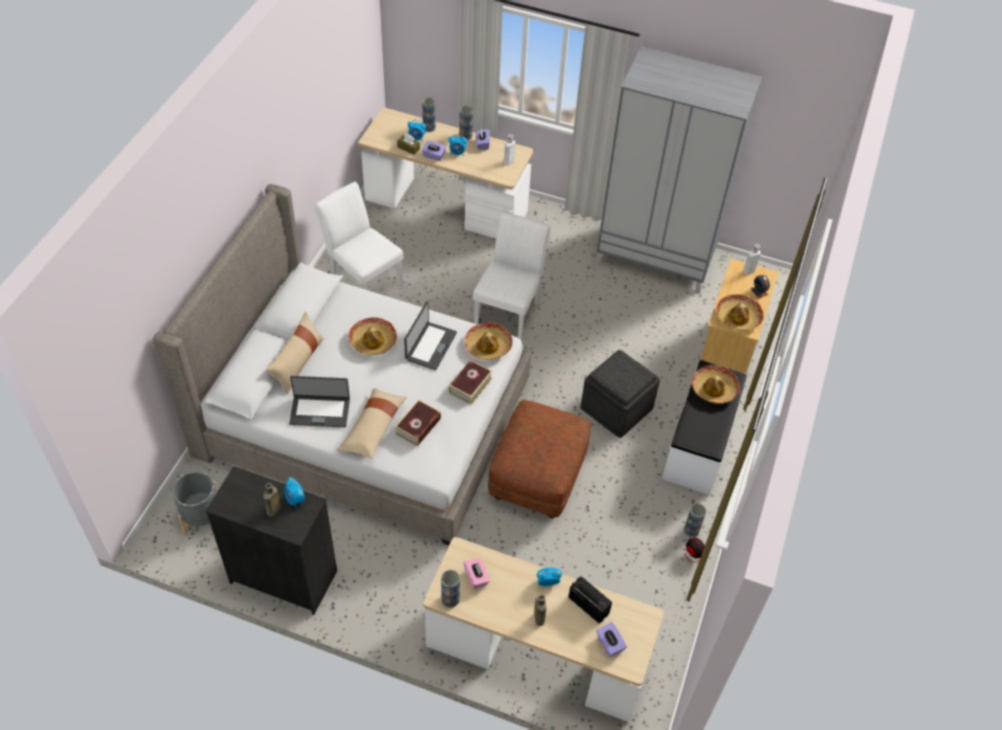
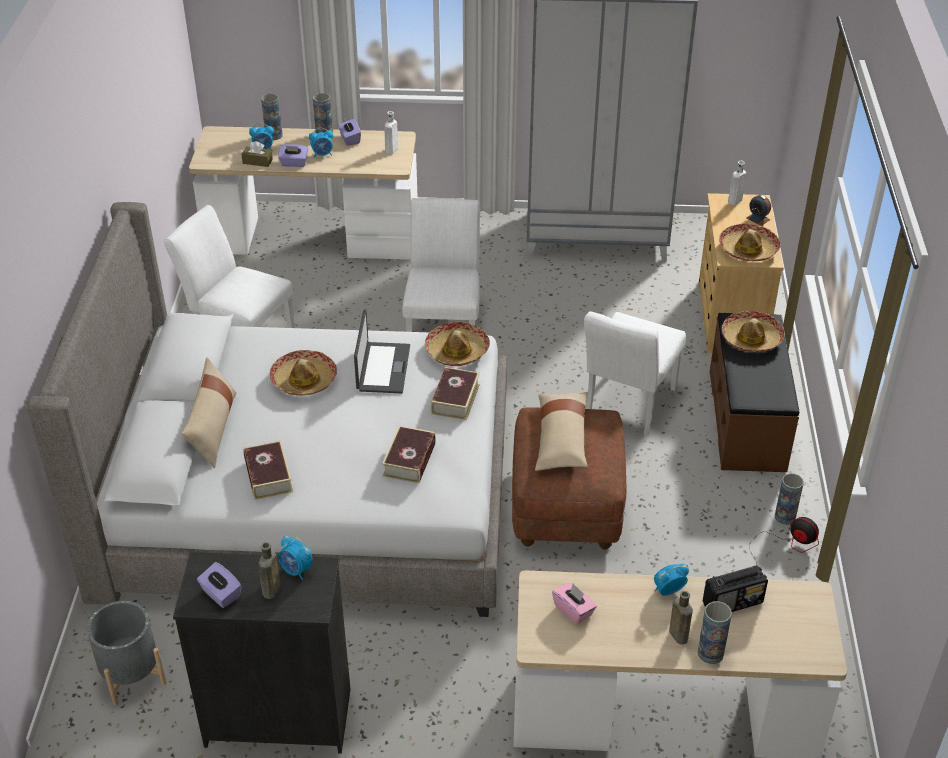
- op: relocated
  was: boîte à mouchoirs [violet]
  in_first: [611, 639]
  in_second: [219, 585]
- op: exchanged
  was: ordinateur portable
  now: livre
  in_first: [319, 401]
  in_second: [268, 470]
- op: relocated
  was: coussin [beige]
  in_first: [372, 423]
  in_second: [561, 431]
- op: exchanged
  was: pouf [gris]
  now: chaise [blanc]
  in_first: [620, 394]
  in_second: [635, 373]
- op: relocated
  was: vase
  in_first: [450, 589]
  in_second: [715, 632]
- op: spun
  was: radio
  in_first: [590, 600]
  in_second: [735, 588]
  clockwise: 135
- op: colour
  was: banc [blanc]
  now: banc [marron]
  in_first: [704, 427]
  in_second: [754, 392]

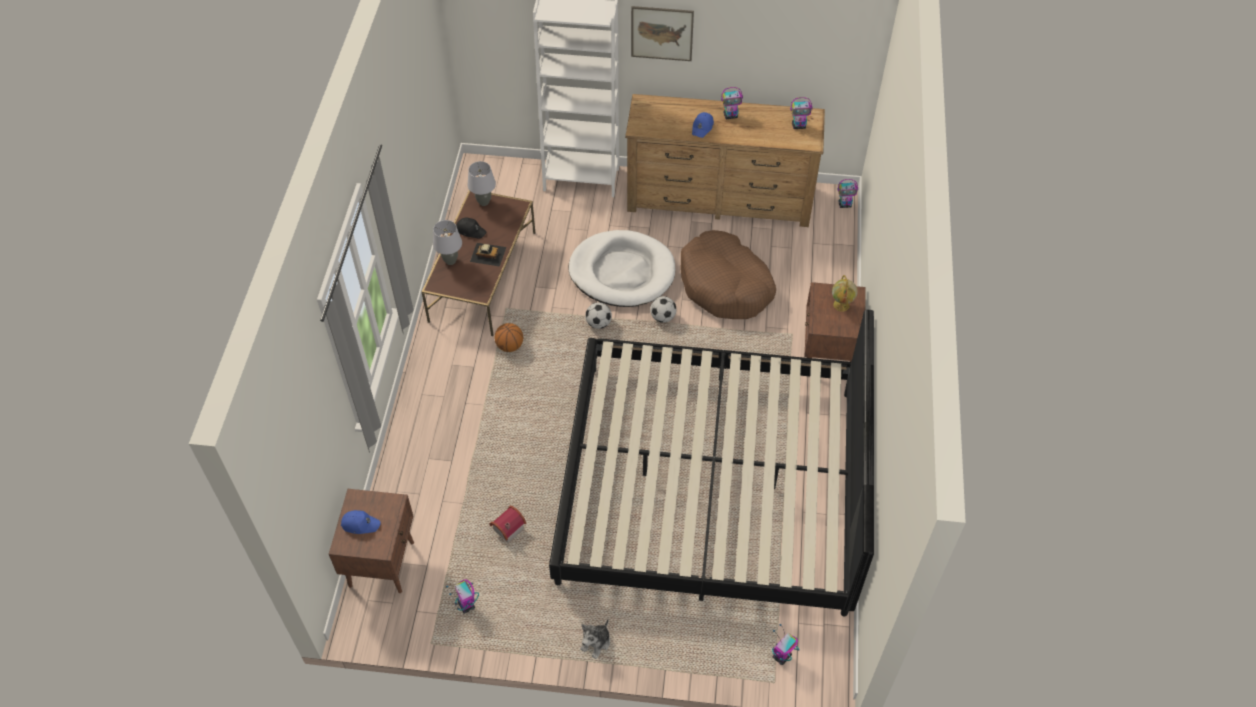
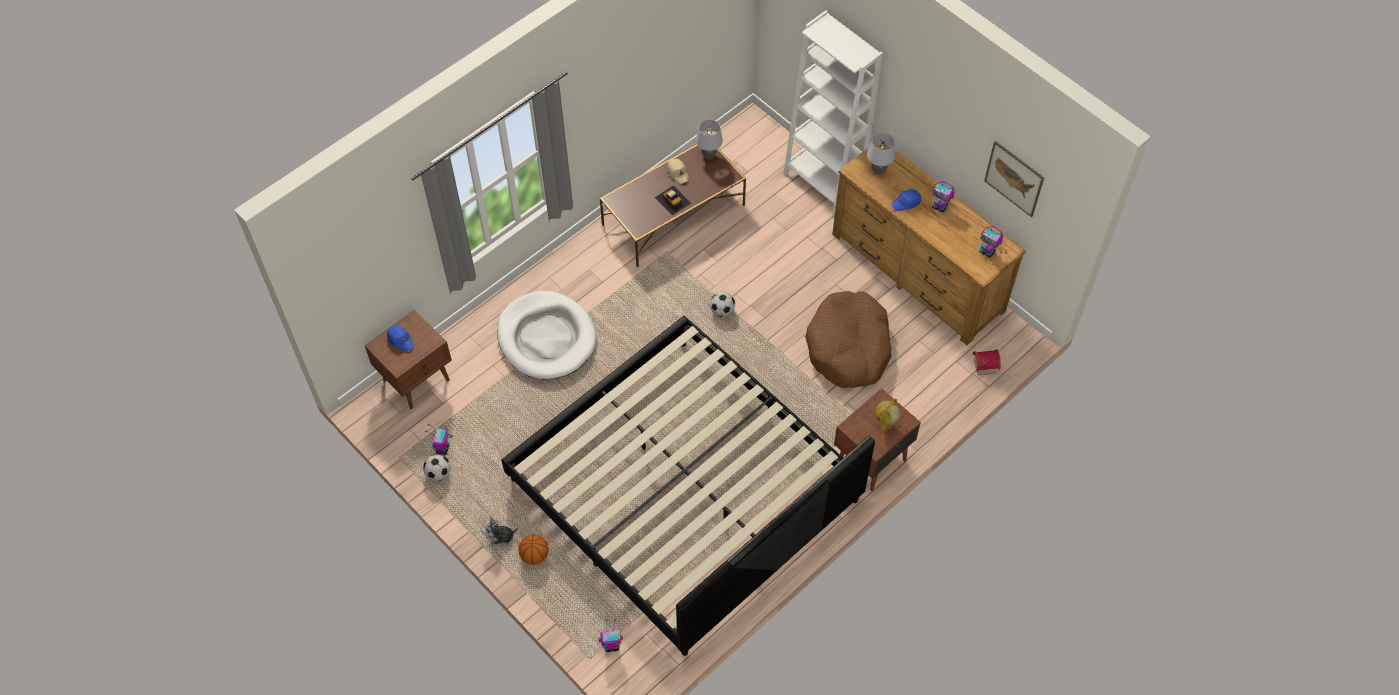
- op: relocated
  was: ballon de foot
  in_first: [663, 309]
  in_second: [436, 468]
- op: relocated
  was: panier pour chien [blanc]
  in_first: [622, 268]
  in_second: [546, 335]
- op: relocated
  was: ballon de basket
  in_first: [508, 337]
  in_second: [533, 550]
- op: colour
  was: casquette [noir]
  now: casquette [beige]
  in_first: [471, 228]
  in_second: [678, 171]
- op: relocated
  was: lampe de table [gris]
  in_first: [447, 242]
  in_second: [881, 154]
- op: relocated
  was: maison miniature
  in_first: [507, 524]
  in_second: [987, 362]
- op: relocated
  was: tableau
  in_first: [662, 33]
  in_second: [1014, 179]
- op: missing
  was: robot jouet
  in_first: [848, 193]

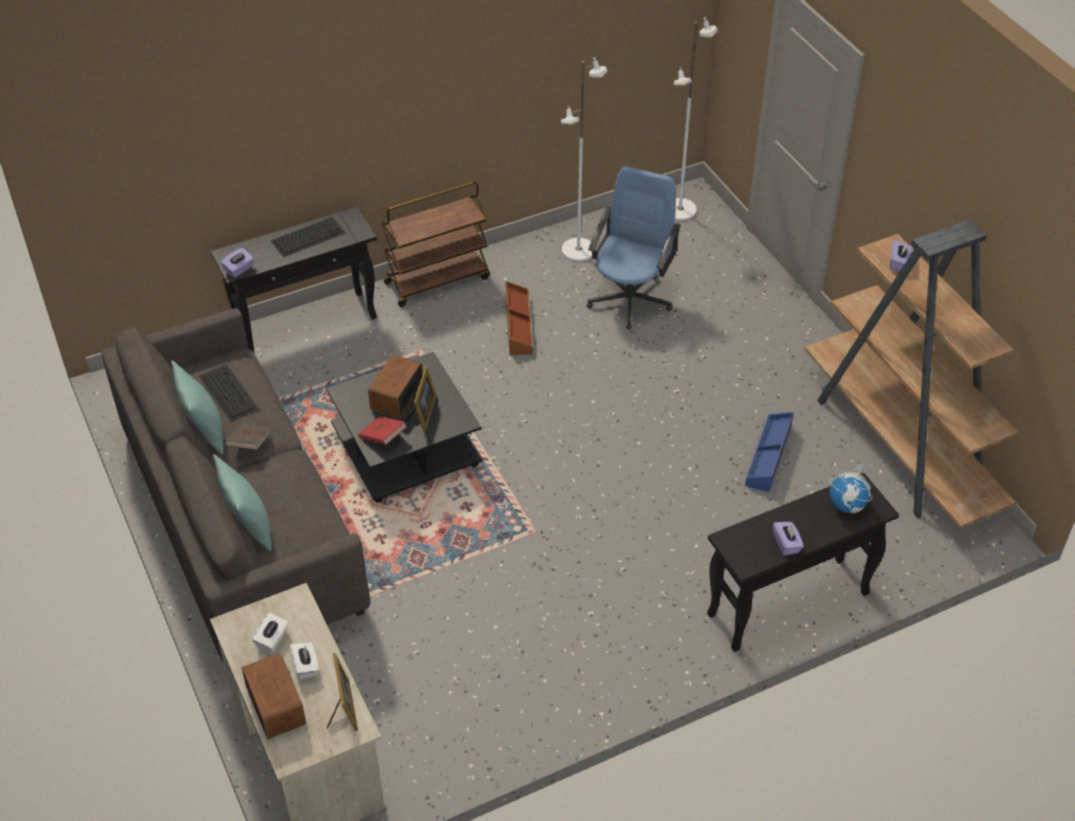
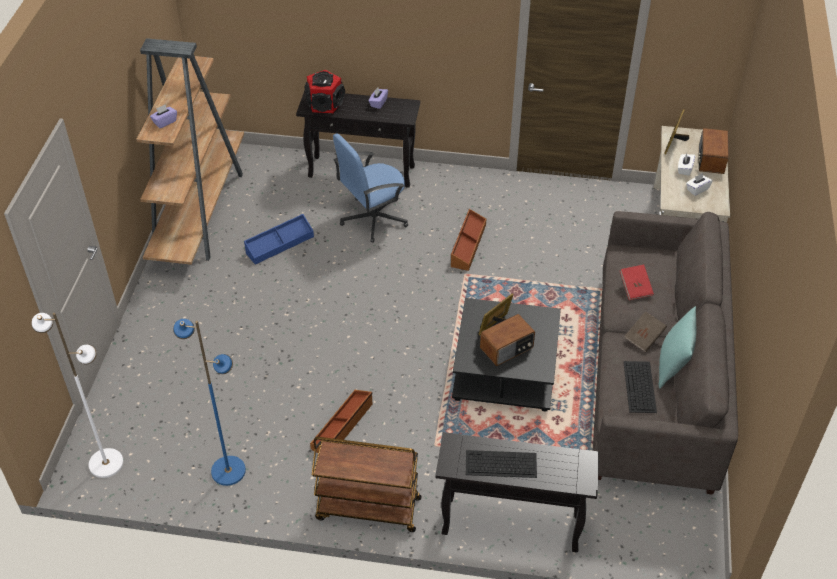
- op: colour
  was: lampadaire [blanc]
  now: lampadaire [bleu]
  in_first: [584, 159]
  in_second: [209, 402]
- op: exchanged
  was: globe
  now: enceinte
  in_first: [851, 488]
  in_second: [324, 91]
- op: relocated
  was: chaise de bureau [bleu]
  in_first: [634, 248]
  in_second: [370, 188]
- op: appeared
  now: boîte de rangement [marron]
  in_second: [468, 240]
- op: relocated
  was: livre [rouge]
  in_first: [382, 430]
  in_second: [637, 282]
- op: missing
  was: coussin [turquoise]
  in_first: [242, 502]
- op: missing
  was: boîte à mouchoirs [violet]
  in_first: [237, 263]

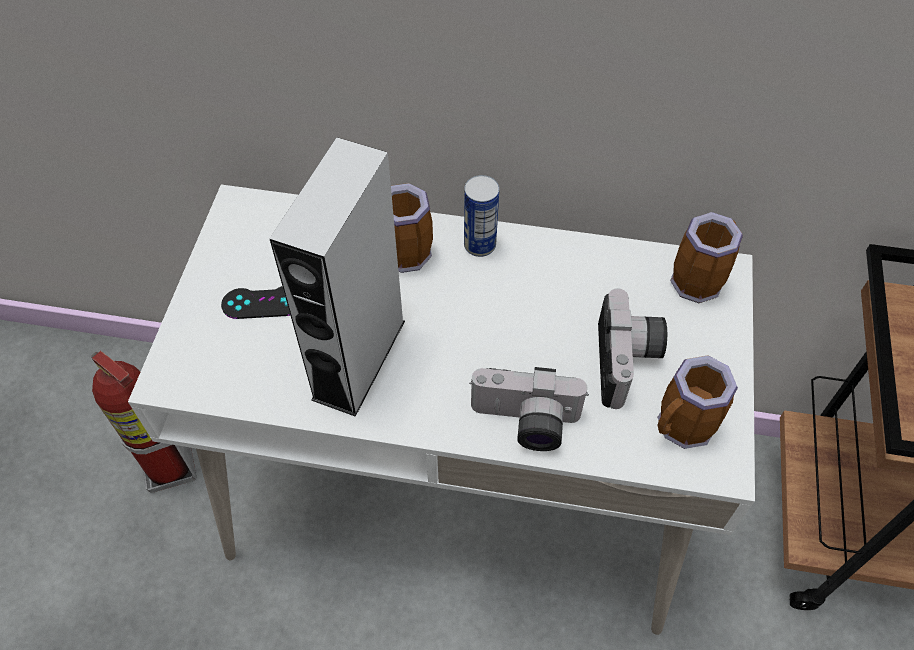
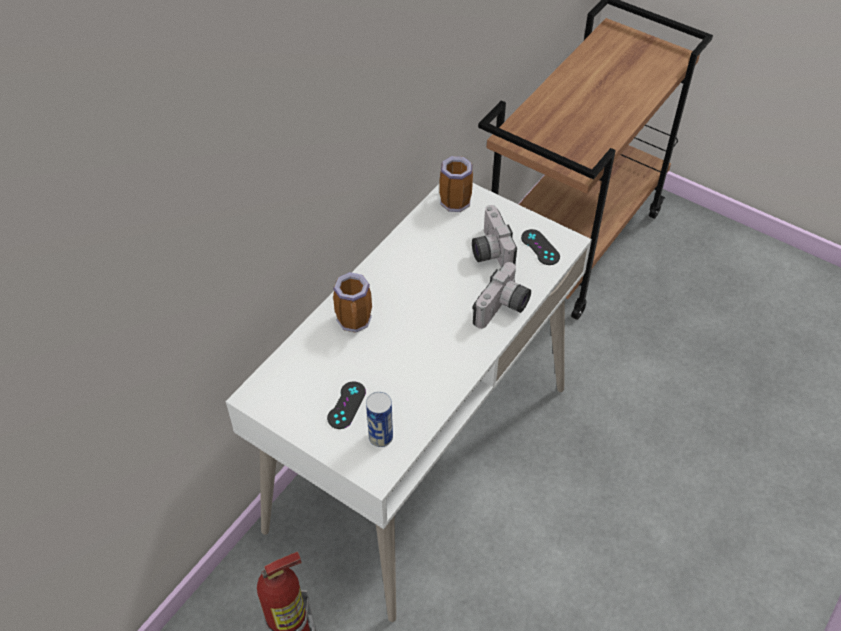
- op: relocated
  was: boîte métallique
  in_first: [481, 216]
  in_second: [379, 419]
- op: spun
  was: appareil photo
  in_first: [632, 348]
  in_second: [494, 236]
  clockwise: -135
- op: exchanged
  was: mug
  now: manette [noir]
  in_first: [697, 402]
  in_second: [540, 247]
- op: missing
  was: enceinte [gris]
  in_first: [337, 277]

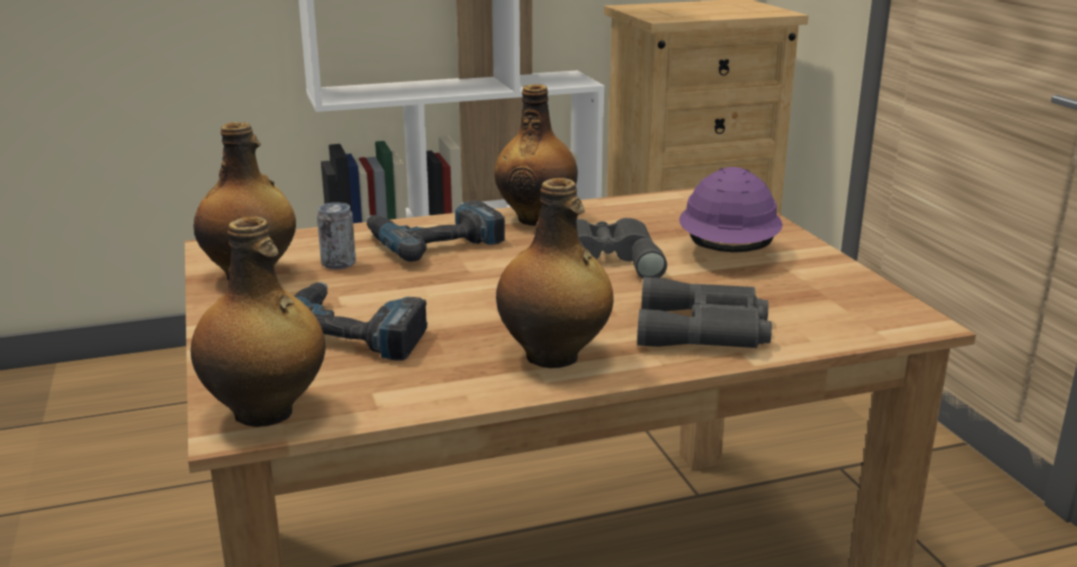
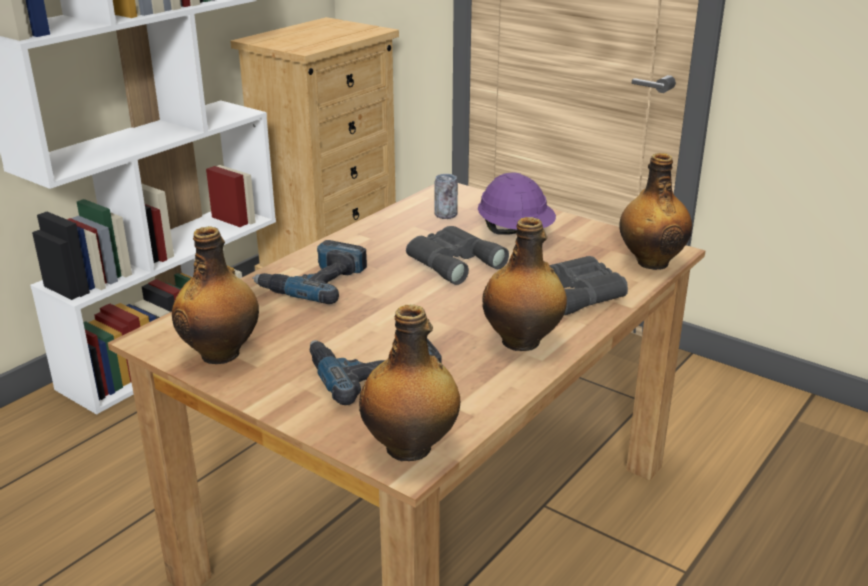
- op: relocated
  was: boîte métallique
  in_first: [336, 236]
  in_second: [446, 196]
- op: relocated
  was: bouteille
  in_first: [536, 155]
  in_second: [655, 211]

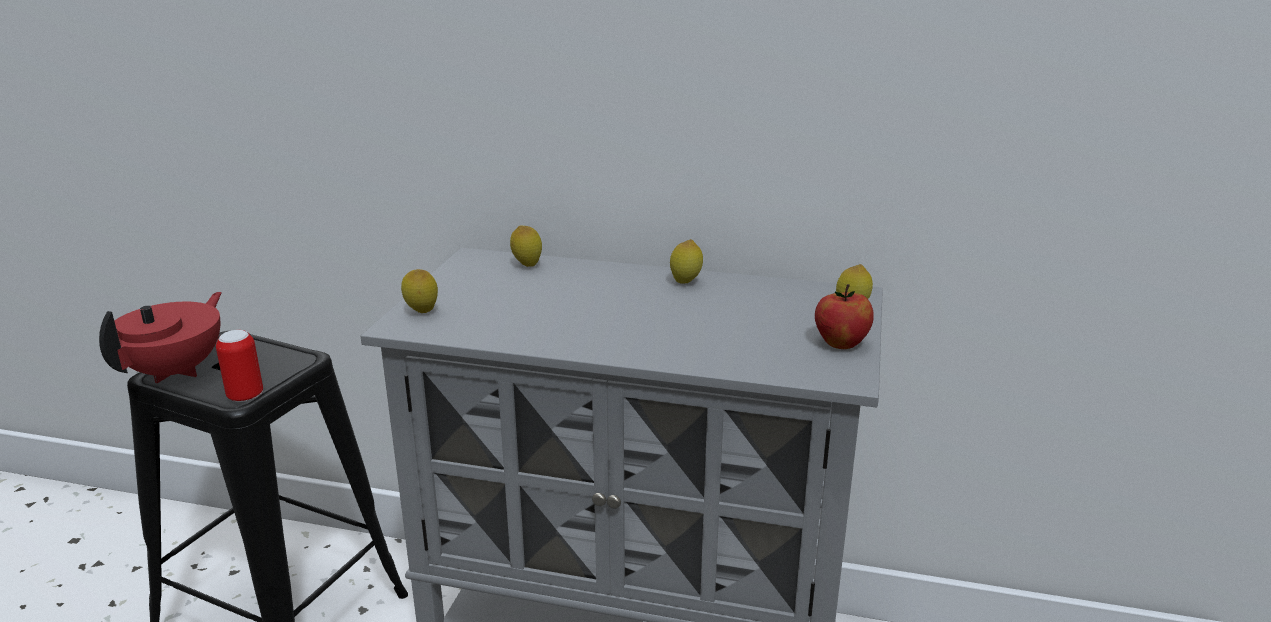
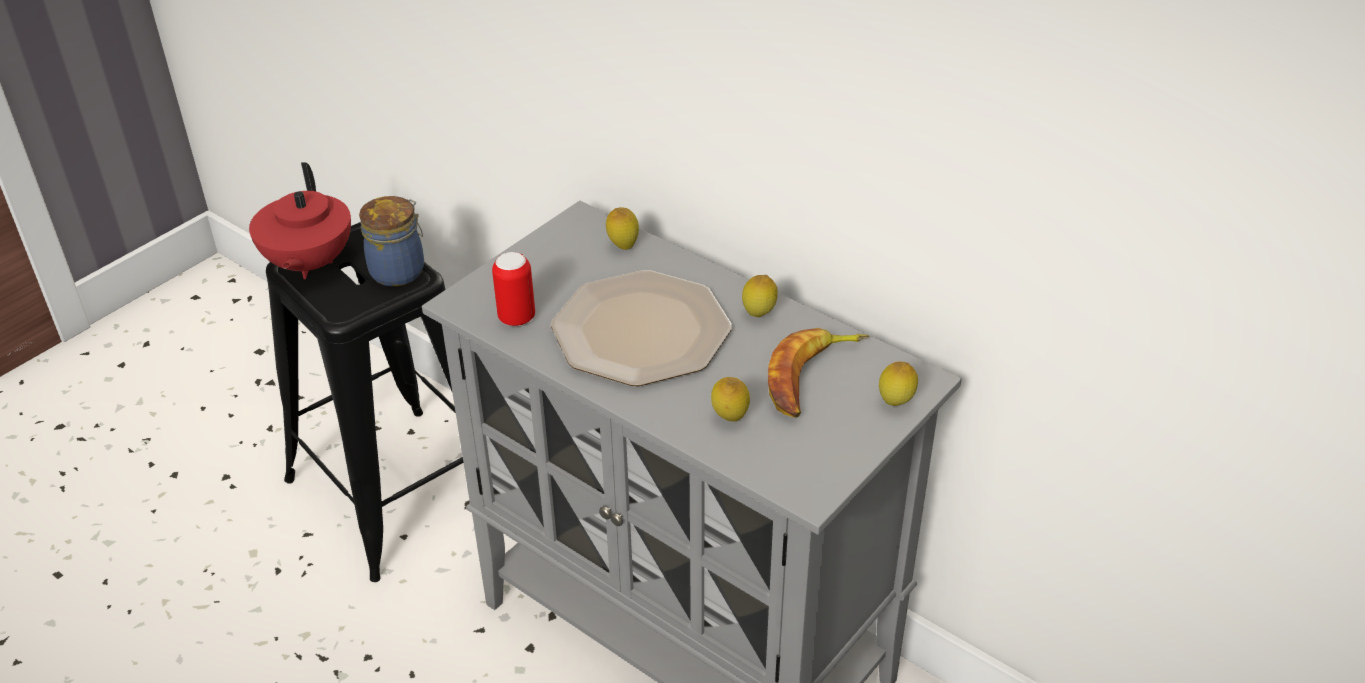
- op: spun
  was: théière [rouge]
  in_first: [160, 337]
  in_second: [300, 221]
  clockwise: 135
- op: appeared
  now: bocal
  in_second: [391, 241]
- op: relocated
  was: boîte métallique
  in_first: [239, 366]
  in_second: [513, 289]
- op: appeared
  now: assiette
  in_second: [641, 328]
- op: relocated
  was: citron
  in_first: [419, 291]
  in_second: [730, 399]
- op: appeared
  now: banane
  in_second: [818, 373]
- op: missing
  was: pomme
  in_first: [844, 316]

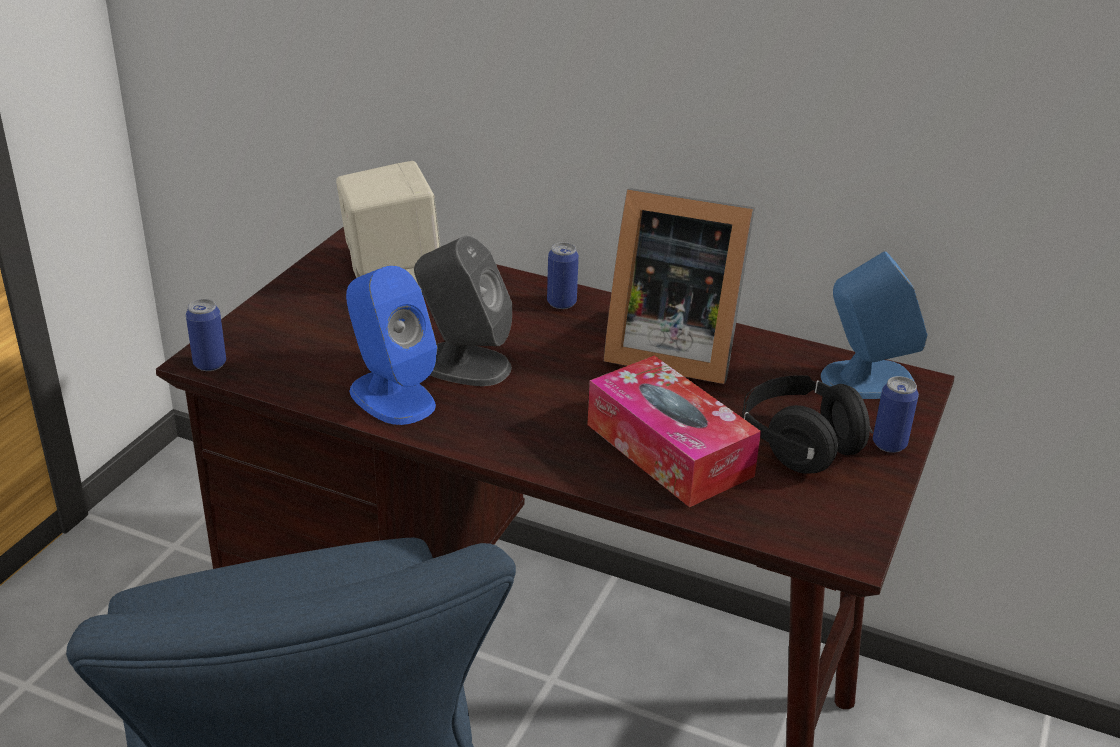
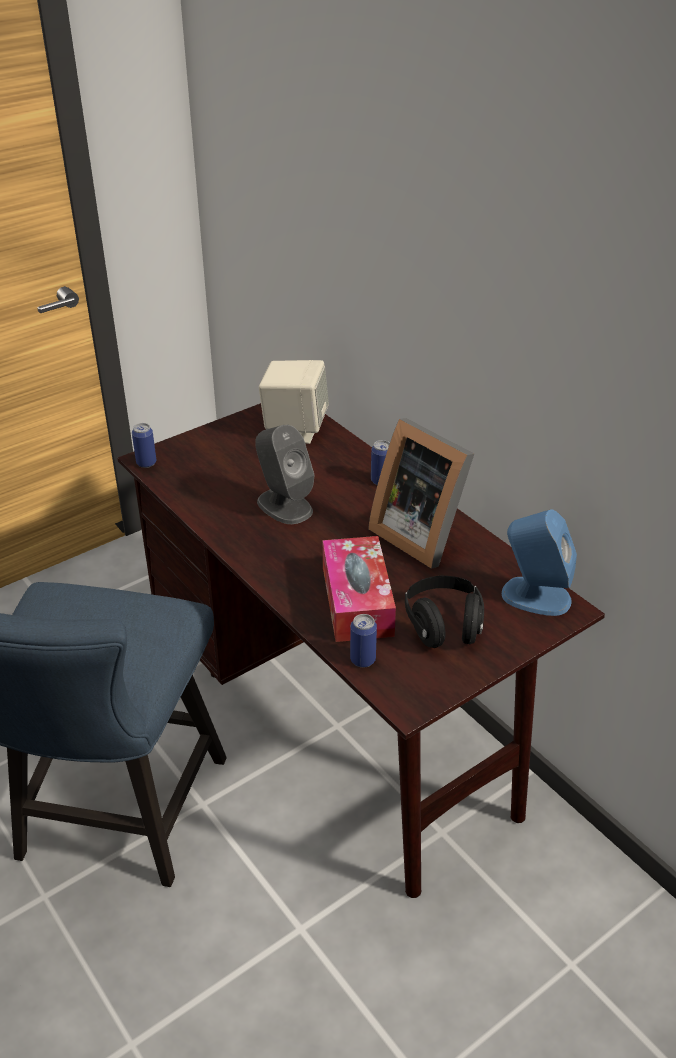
- op: relocated
  was: boîte métallique
  in_first: [896, 414]
  in_second: [363, 641]
- op: missing
  was: enceinte [bleu]
  in_first: [391, 345]

